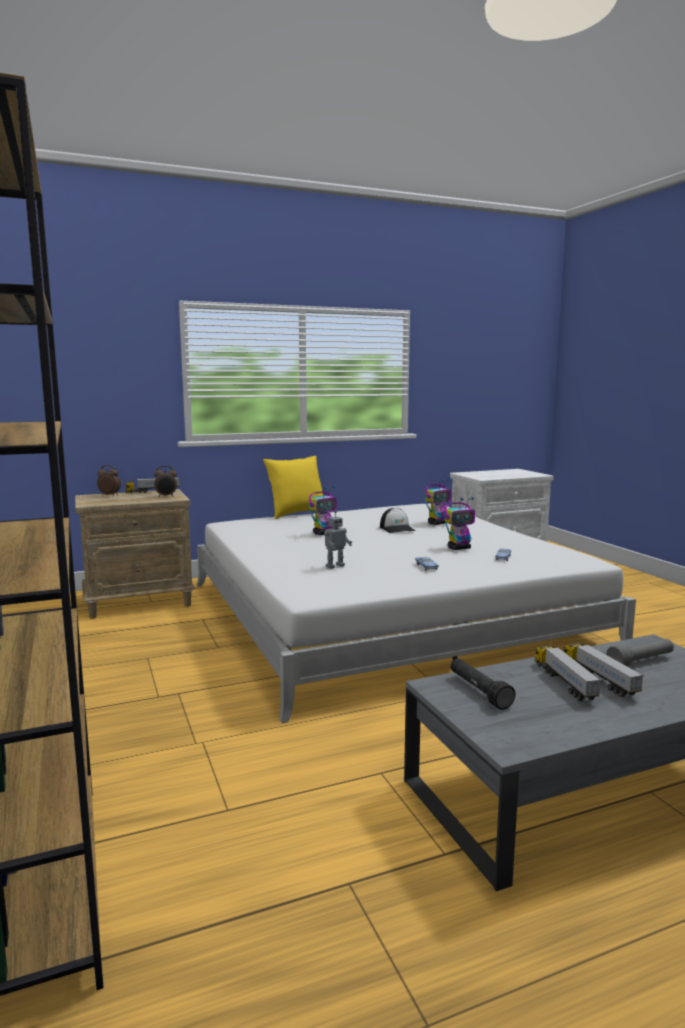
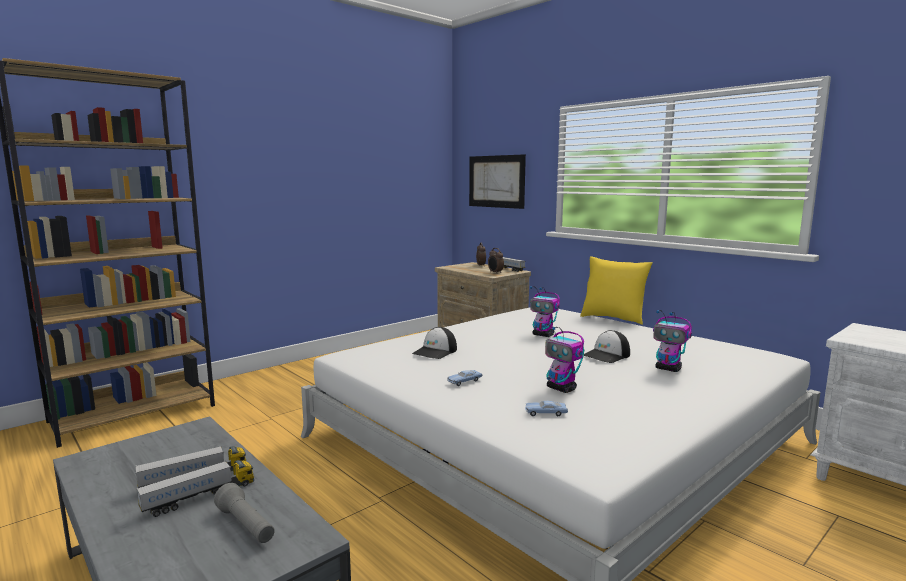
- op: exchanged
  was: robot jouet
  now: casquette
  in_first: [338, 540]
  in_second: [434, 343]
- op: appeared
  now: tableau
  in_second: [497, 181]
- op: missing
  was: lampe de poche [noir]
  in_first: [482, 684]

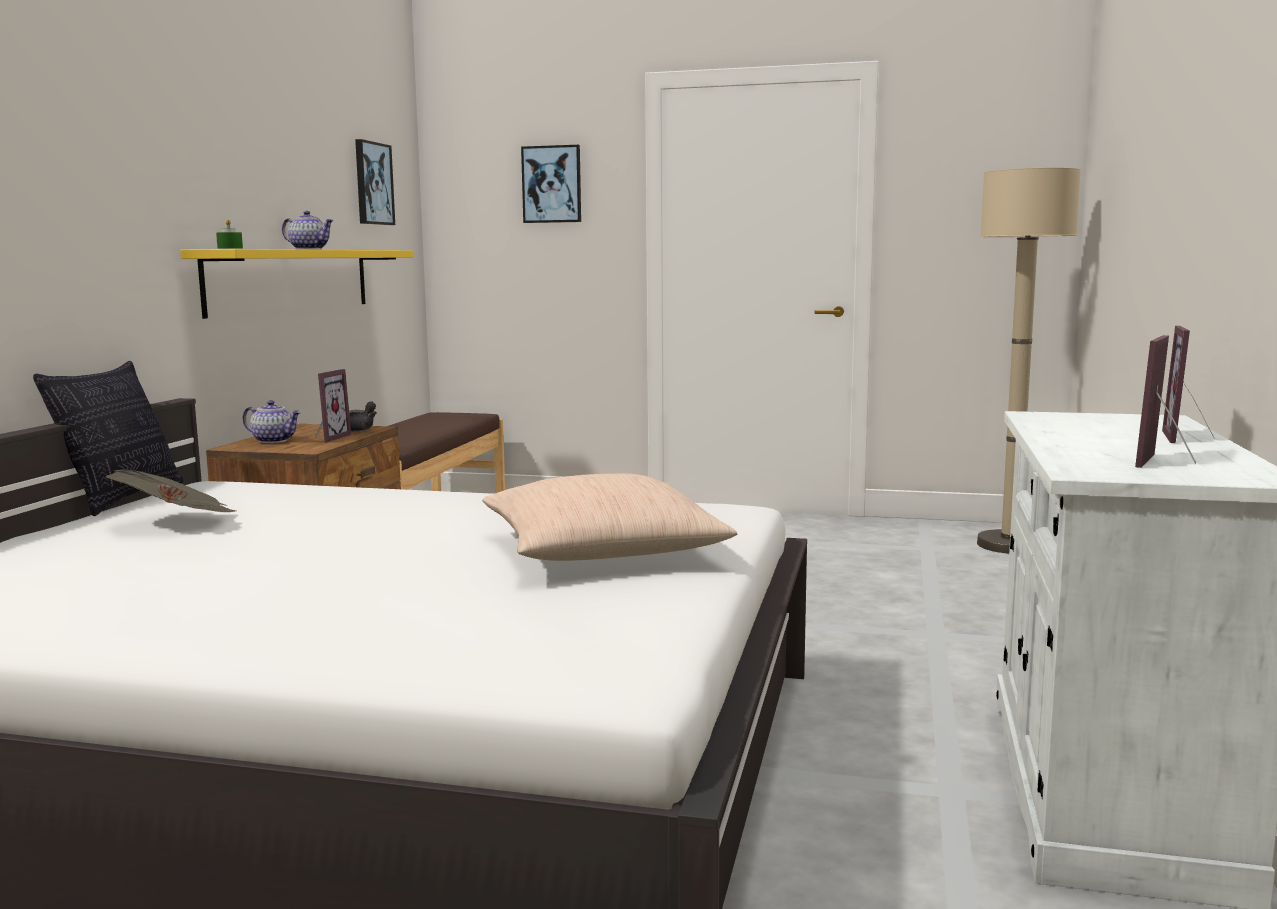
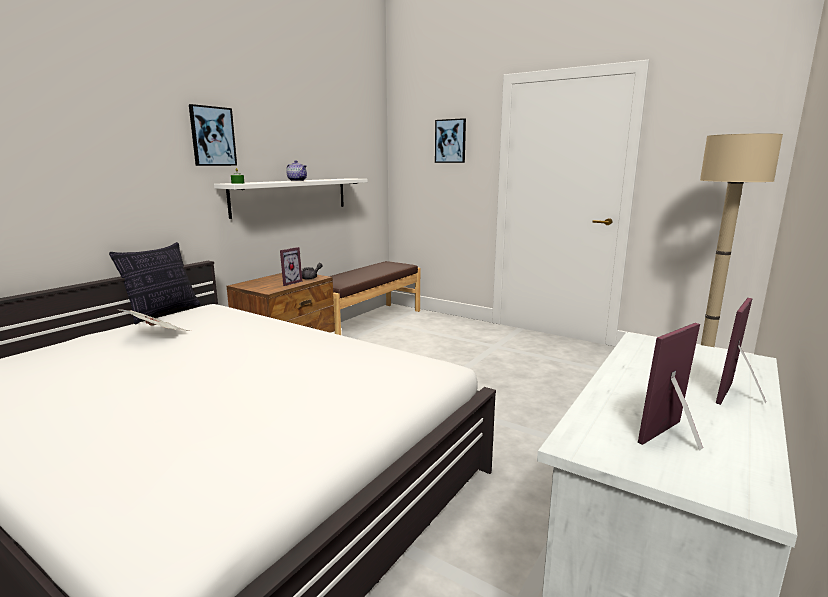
- op: relocated
  was: tableau
  in_first: [375, 182]
  in_second: [213, 135]
- op: colour
  was: étagère [jaune]
  now: étagère [blanc]
  in_first: [296, 284]
  in_second: [290, 198]
- op: missing
  was: théière
  in_first: [272, 421]
- op: missing
  was: coussin [beige]
  in_first: [609, 517]

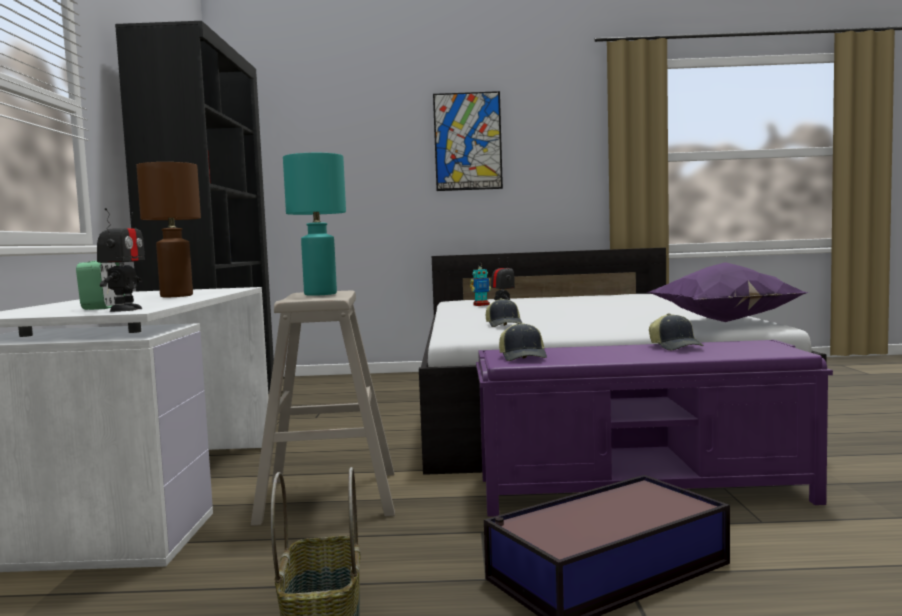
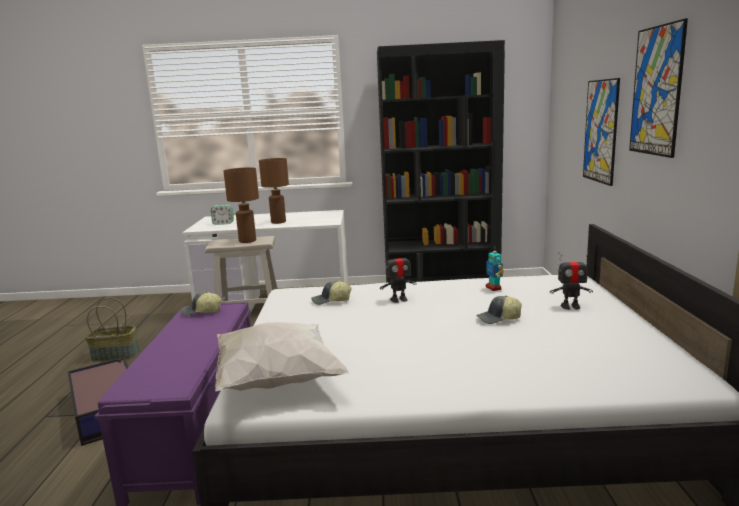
- op: colour
  was: coussin [violet]
  now: coussin [blanc]
  in_first: [728, 292]
  in_second: [282, 356]
- op: colour
  was: lampe de table [turquoise]
  now: lampe de table [marron]
  in_first: [314, 224]
  in_second: [241, 205]
- op: relocated
  was: casquette
  in_first: [676, 331]
  in_second: [499, 309]
- op: relocated
  was: robot jouet
  in_first: [121, 260]
  in_second: [571, 281]
- op: appeared
  now: tableau
  in_second: [601, 132]

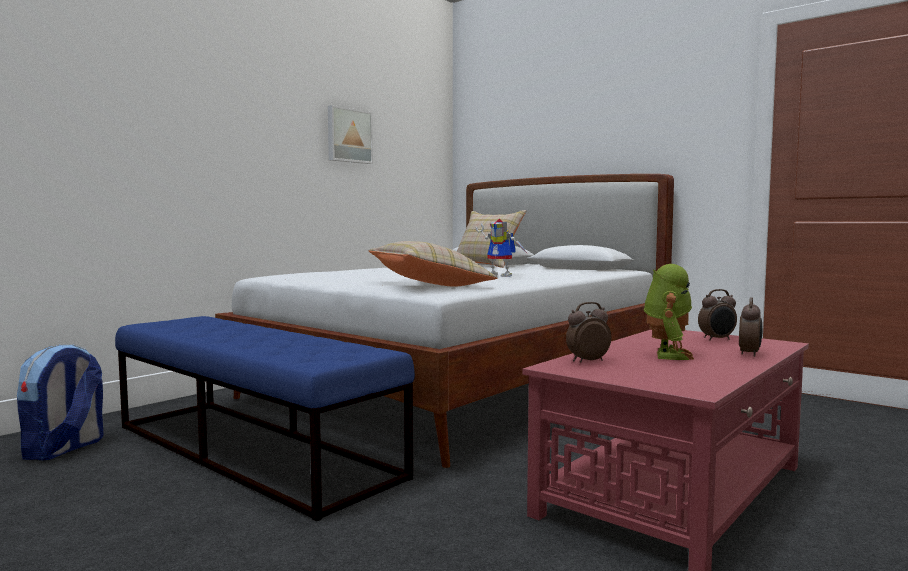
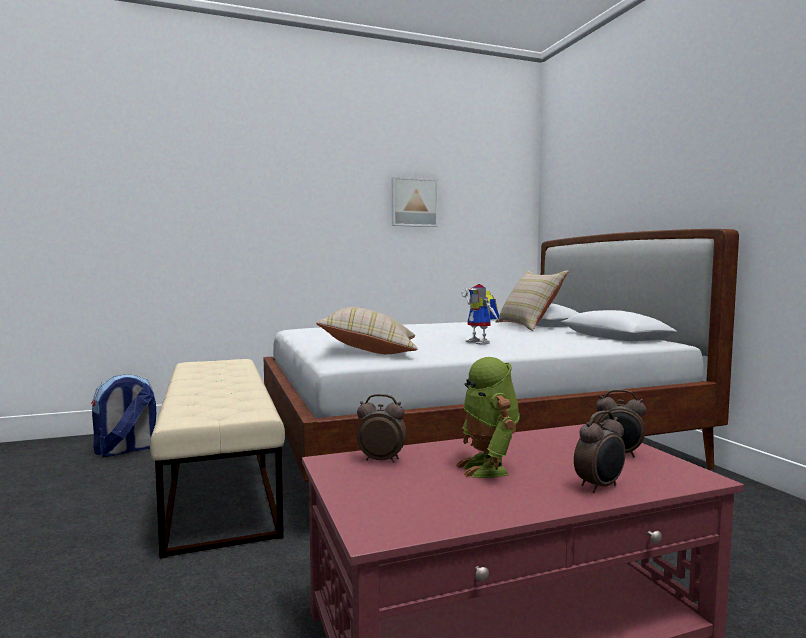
- op: colour
  was: banc [bleu]
  now: banc [beige]
  in_first: [265, 418]
  in_second: [217, 459]
- op: spun
  was: robot jouet
  in_first: [669, 312]
  in_second: [488, 417]
  clockwise: 120

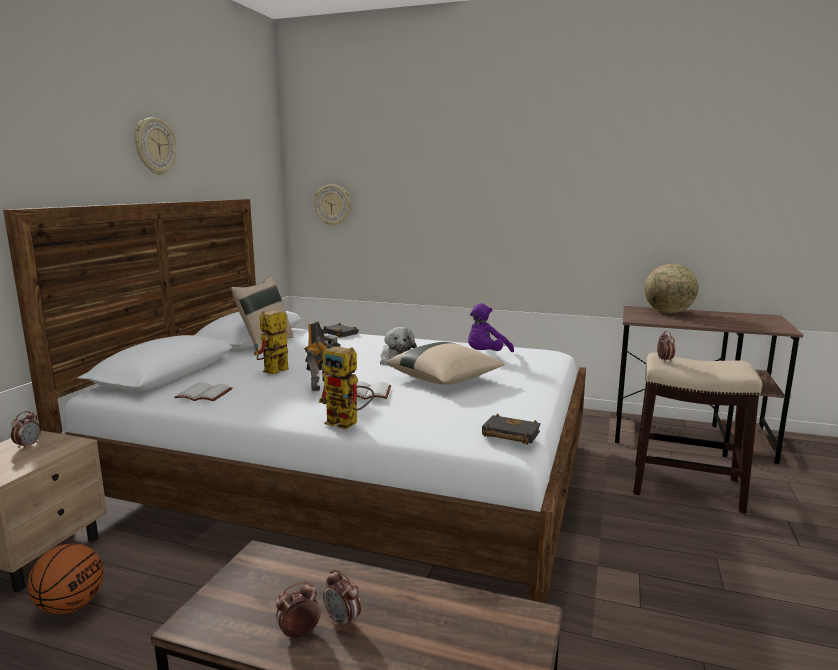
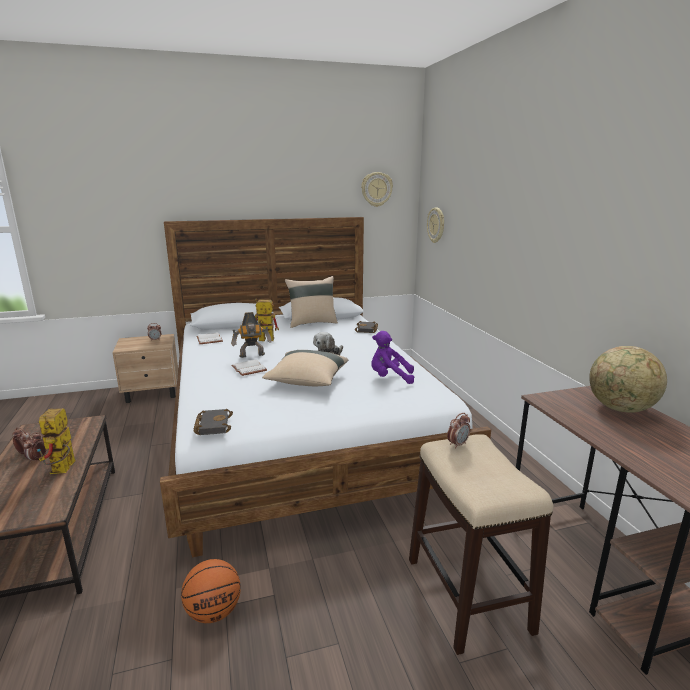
- op: relocated
  was: robot jouet
  in_first: [346, 387]
  in_second: [56, 441]
- op: relocated
  was: ballon de basket
  in_first: [66, 579]
  in_second: [211, 591]
- op: relocated
  was: horloge murale
  in_first: [156, 146]
  in_second: [377, 189]

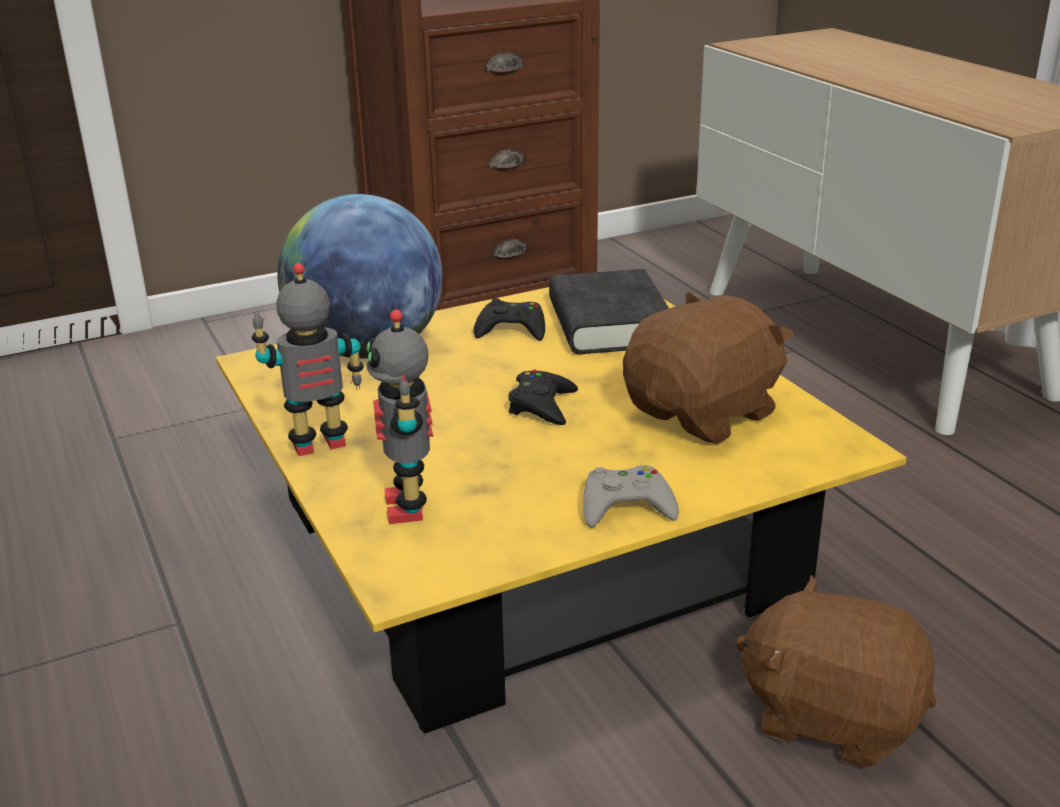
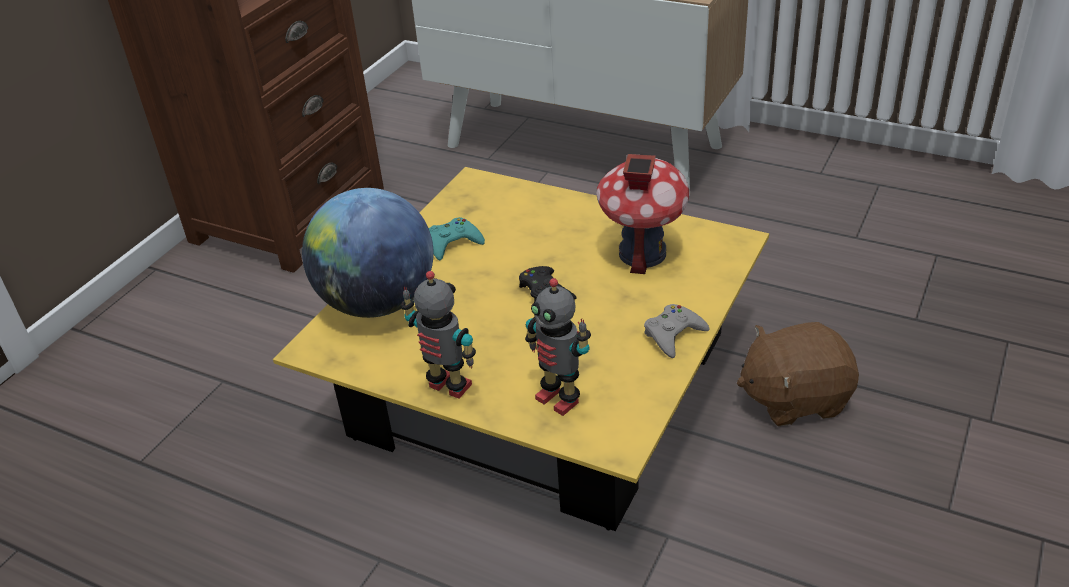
- op: spun
  was: robot jouet
  in_first: [308, 359]
  in_second: [438, 335]
  clockwise: 90
- op: colour
  was: manette [noir]
  now: manette [turquoise]
  in_first: [509, 319]
  in_second: [457, 239]
- op: exchanged
  was: peluche [marron]
  now: maison miniature
  in_first: [708, 368]
  in_second: [642, 214]
- op: missing
  was: livre [noir]
  in_first: [609, 311]

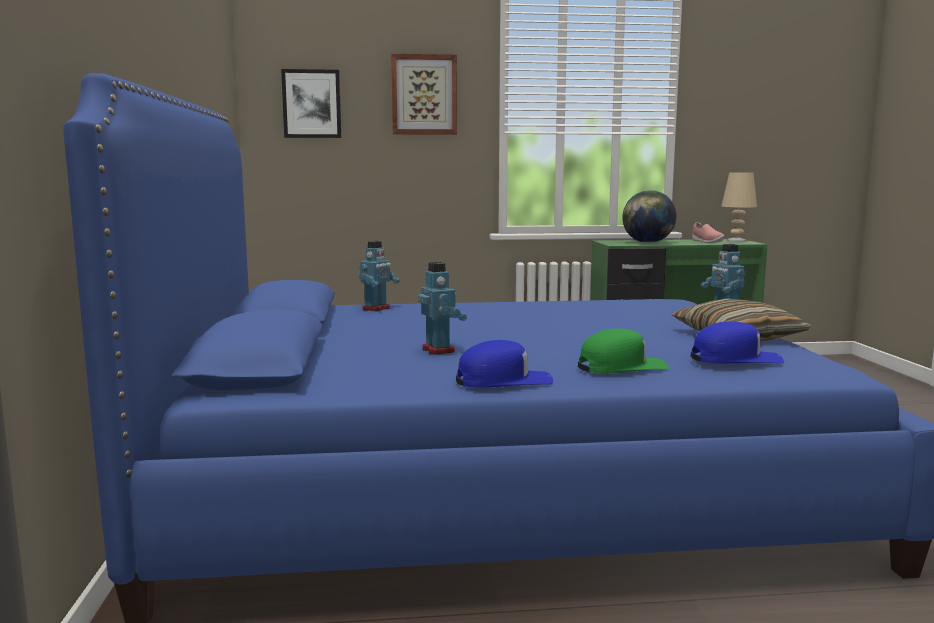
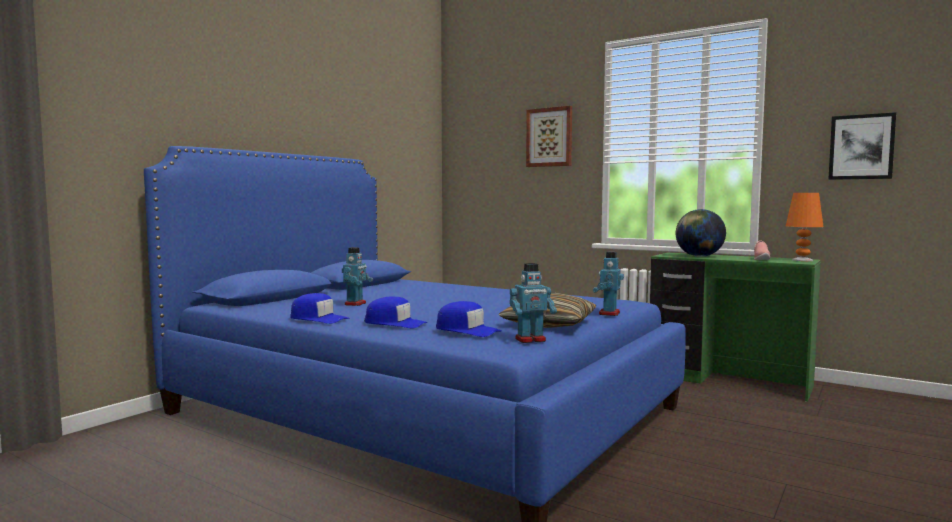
- op: colour
  was: casquette [vert]
  now: casquette [bleu]
  in_first: [623, 350]
  in_second: [396, 312]
- op: relocated
  was: robot jouet
  in_first: [379, 276]
  in_second: [533, 303]
- op: colour
  was: lampe de table [beige]
  now: lampe de table [orange]
  in_first: [739, 207]
  in_second: [805, 227]
- op: relocated
  was: tableau
  in_first: [311, 103]
  in_second: [862, 146]

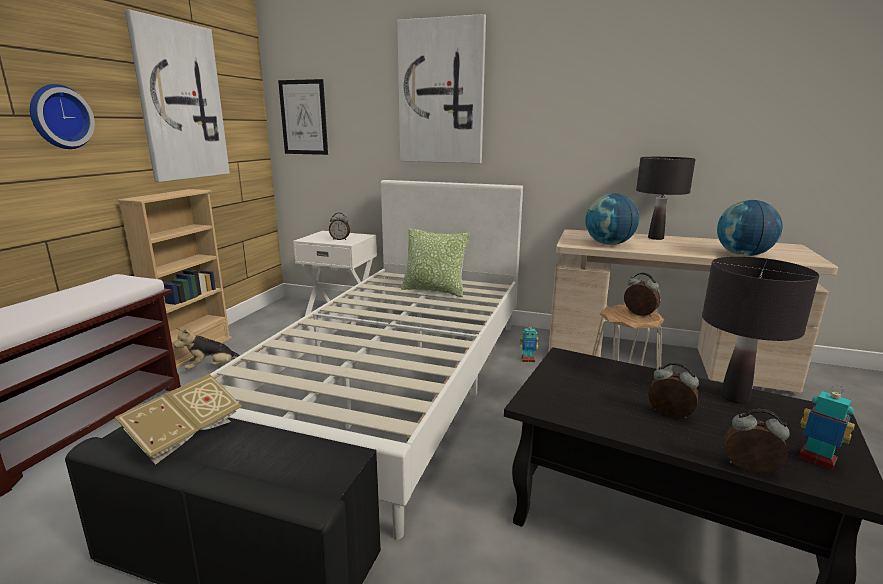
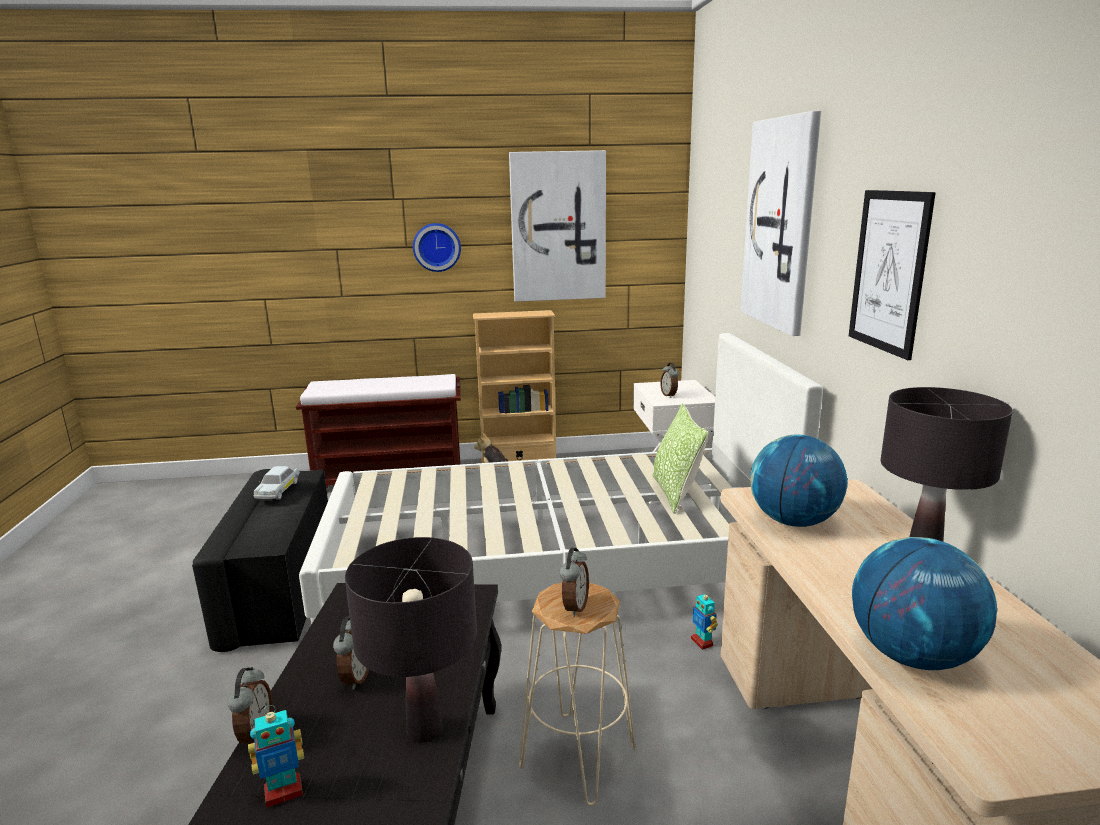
- op: spun
  was: robot jouet
  in_first: [827, 427]
  in_second: [276, 756]
  clockwise: 45
- op: exchanged
  was: livre
  now: petite voiture [blanc]
  in_first: [178, 419]
  in_second: [277, 483]
- op: relocated
  was: tableau
  in_first: [303, 117]
  in_second: [892, 275]

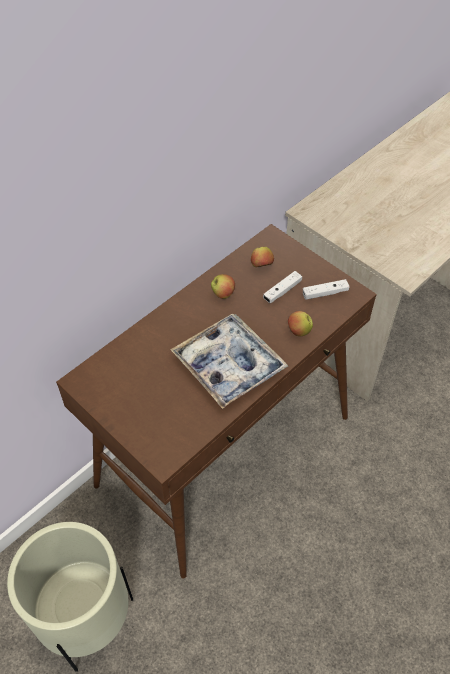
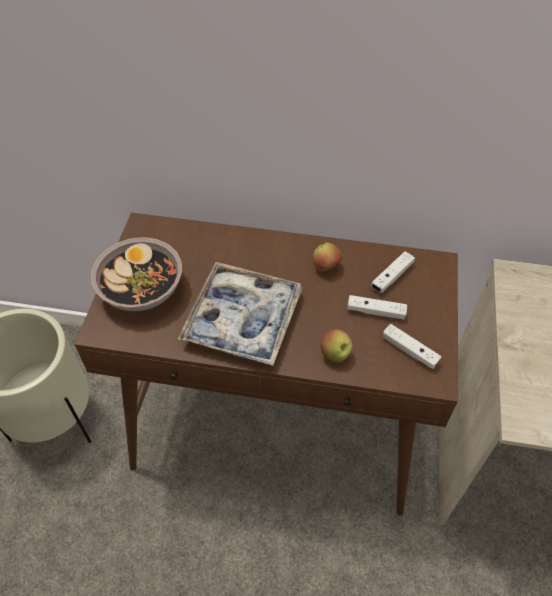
- op: appeared
  now: bol
  in_second: [136, 274]
- op: exchanged
  was: pomme
  now: manette [blanc]
  in_first: [262, 257]
  in_second: [393, 272]

